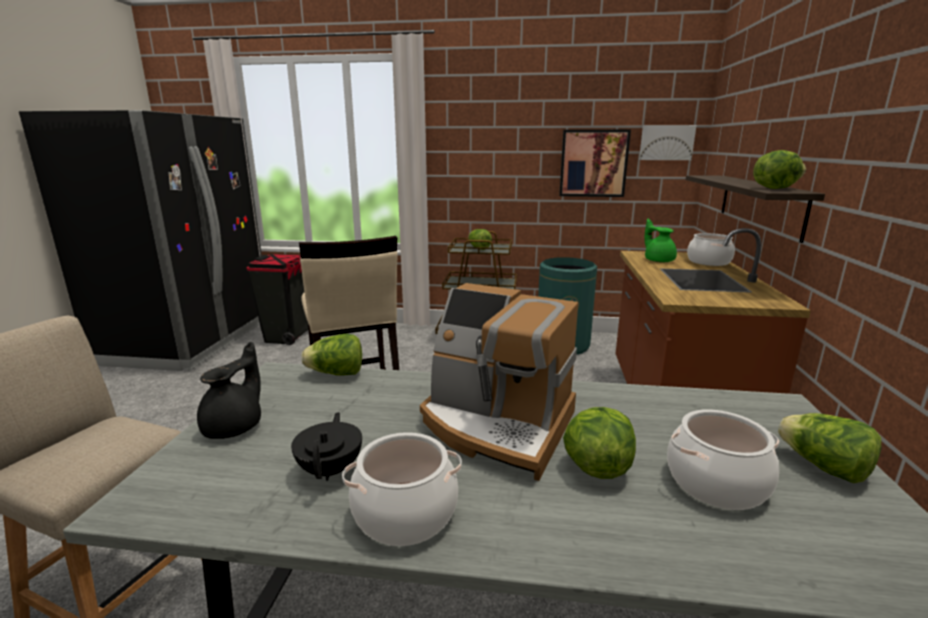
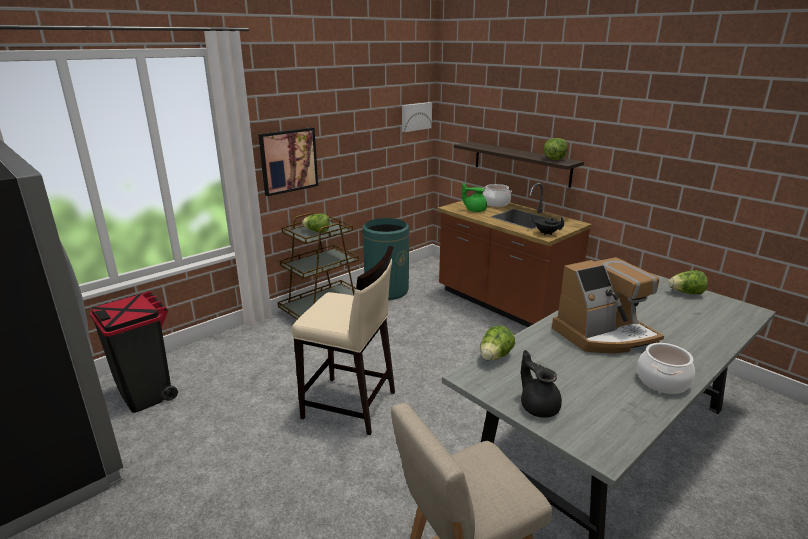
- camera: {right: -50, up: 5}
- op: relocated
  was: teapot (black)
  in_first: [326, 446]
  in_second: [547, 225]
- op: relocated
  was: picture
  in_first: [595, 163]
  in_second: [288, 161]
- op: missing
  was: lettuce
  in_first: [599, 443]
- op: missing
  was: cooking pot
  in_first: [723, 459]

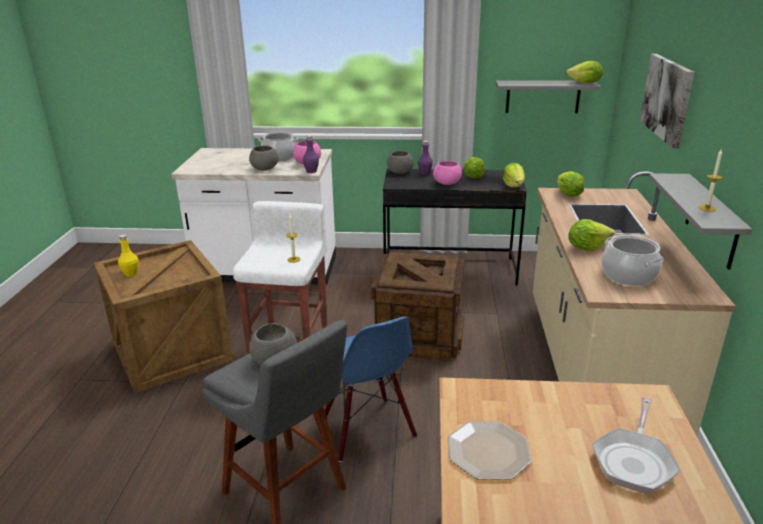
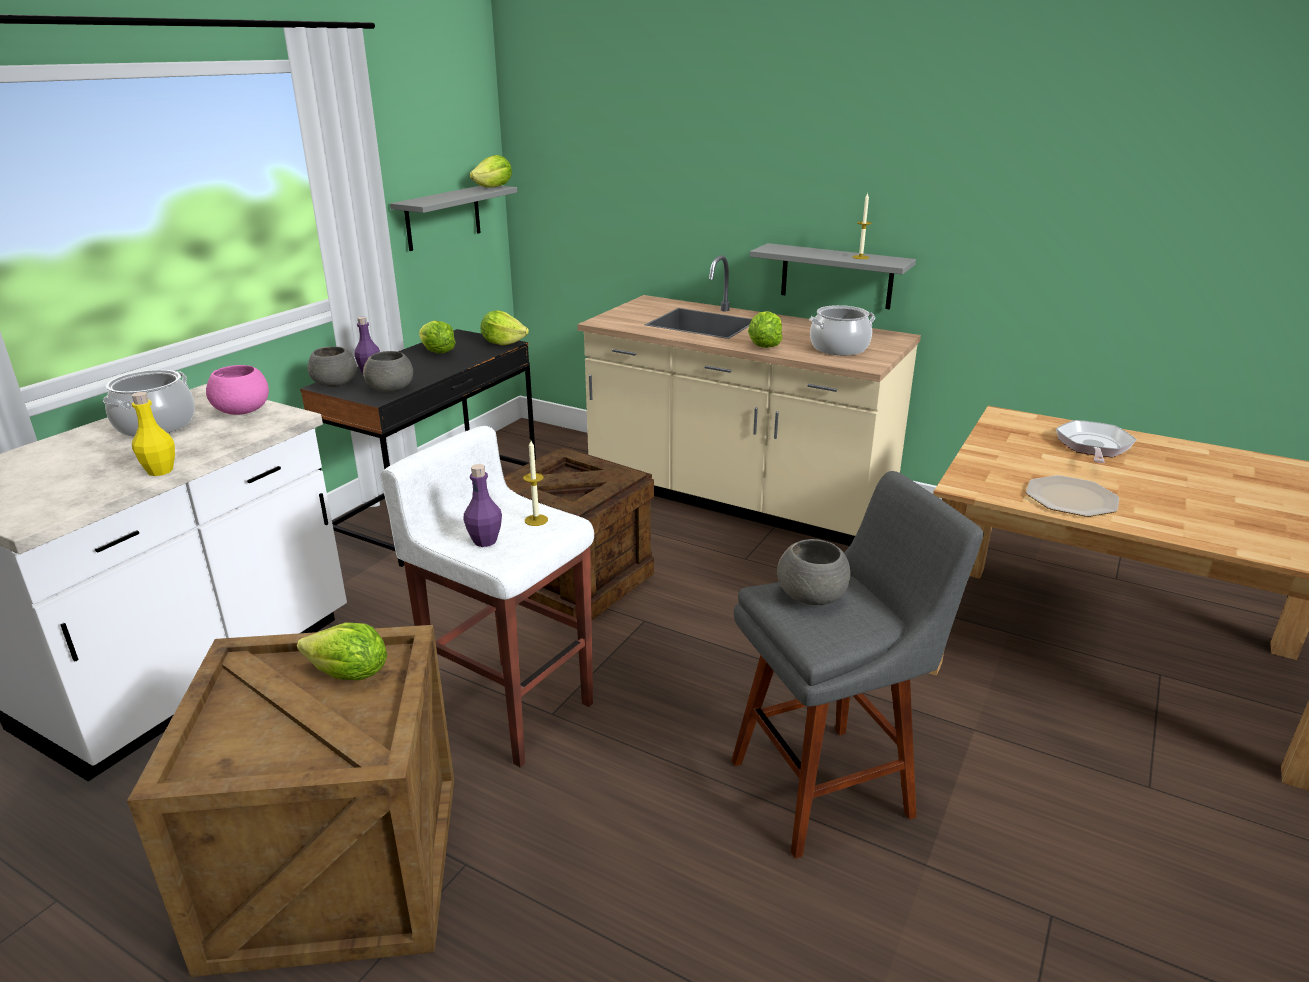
- camera: {right: -65, up: 0}
- op: relocated
  was: bottle (yellow)
  in_first: [128, 256]
  in_second: [153, 434]
- op: relocated
  was: bowl (grey)
  in_first: [263, 158]
  in_second: [388, 371]
- op: relocated
  was: bottle (purple)
  in_first: [311, 154]
  in_second: [482, 505]
- op: missing
  was: chair (blue)
  in_first: [371, 389]
- op: missing
  was: bowl (pink)
  in_first: [447, 173]
- op: relocated
  was: lettuce
  in_first: [571, 184]
  in_second: [342, 651]
- op: spun
  was: frying pan
  in_first: [636, 445]
  in_second: [1096, 441]
  clockwise: -120
- op: missing
  was: picture
  in_first: [667, 101]

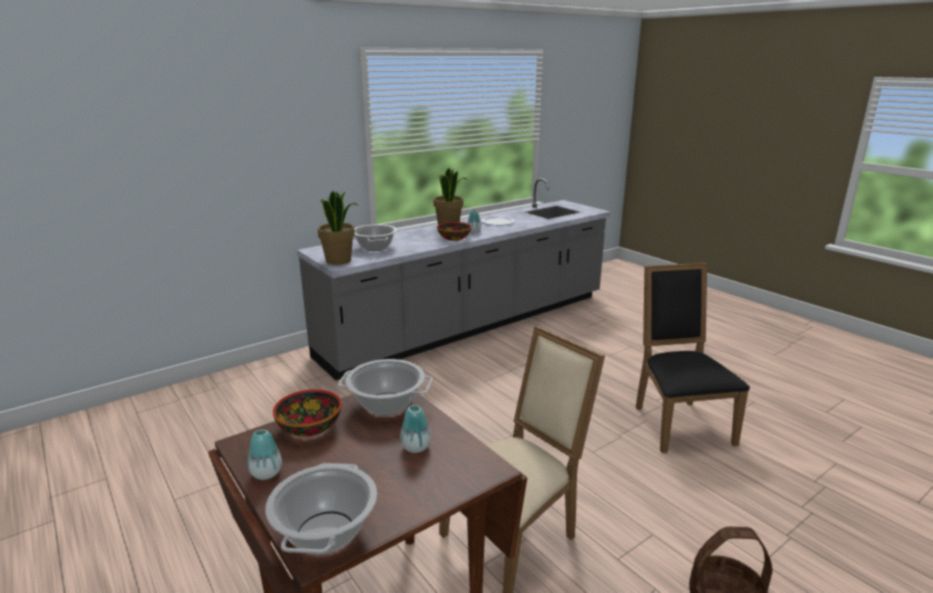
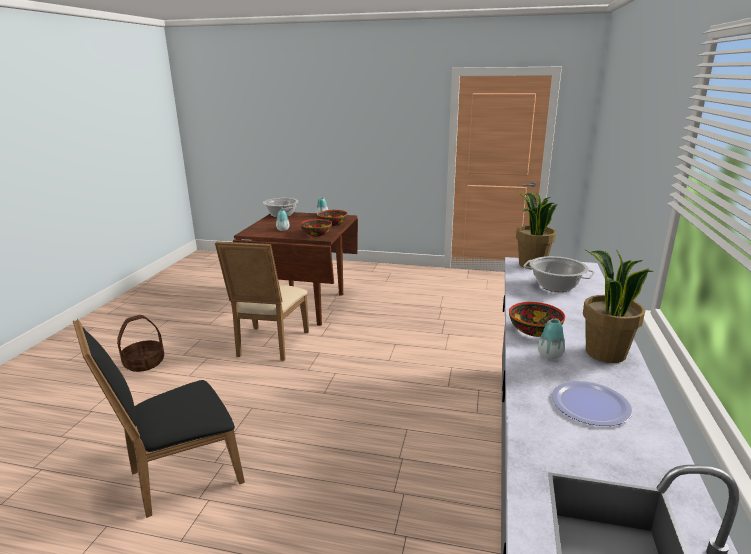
- camera: {right: 140, up: 0}
- op: exchanged
  was: cooking pot
  now: bowl
  in_first: [385, 387]
  in_second: [316, 227]
- op: spun
  was: chair (black)
  in_first: [693, 358]
  in_second: [159, 418]
  clockwise: 105

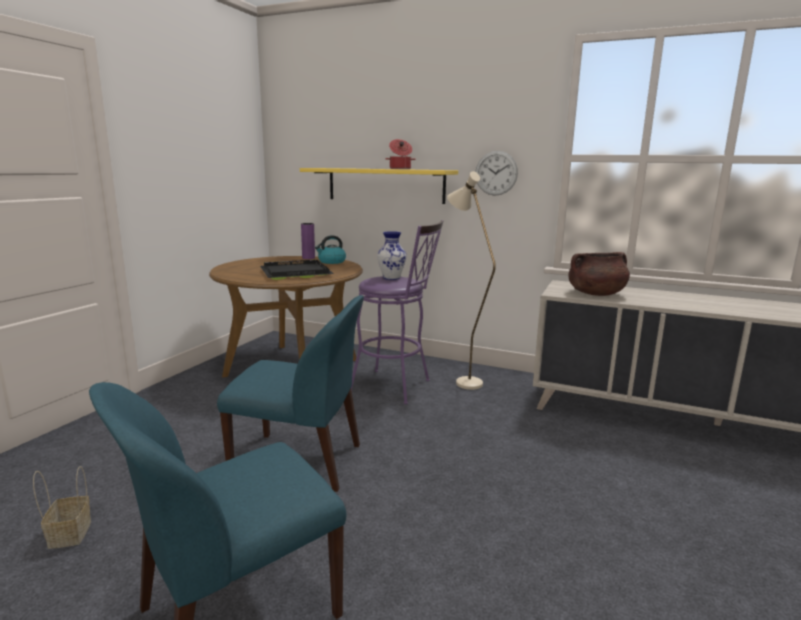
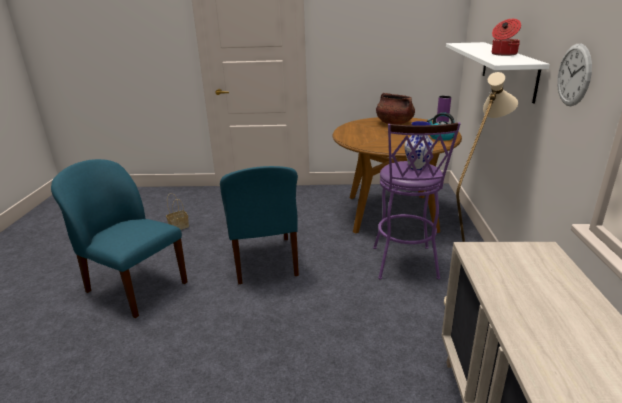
- camera: {right: 70, up: 10}
- op: missing
  was: tray (black)
  in_first: [297, 270]
- op: colour
  was: shelf (yellow)
  now: shelf (white)
  in_first: [379, 186]
  in_second: [498, 73]
- op: relocated
  was: cooking pot (brown)
  in_first: [599, 274]
  in_second: [395, 109]

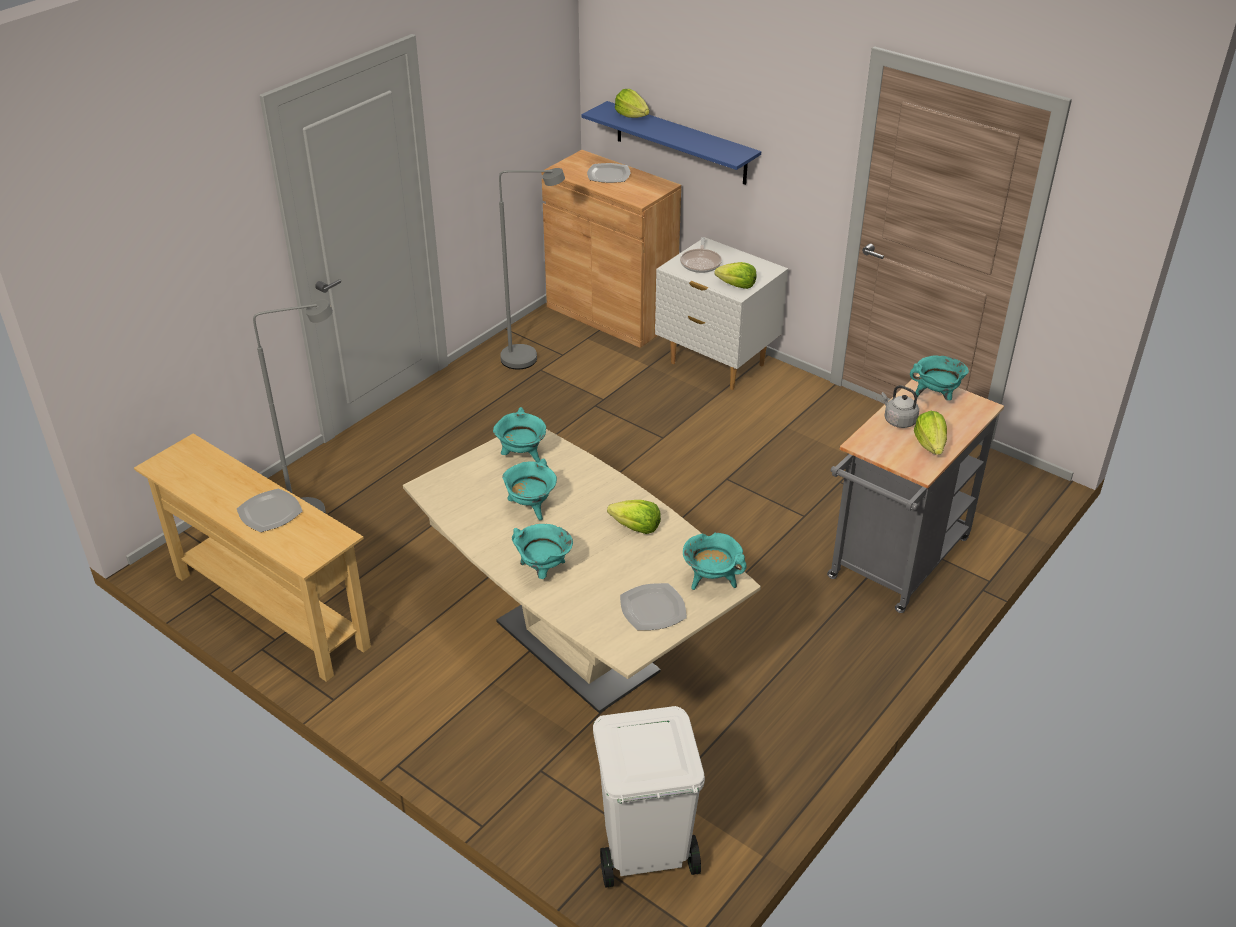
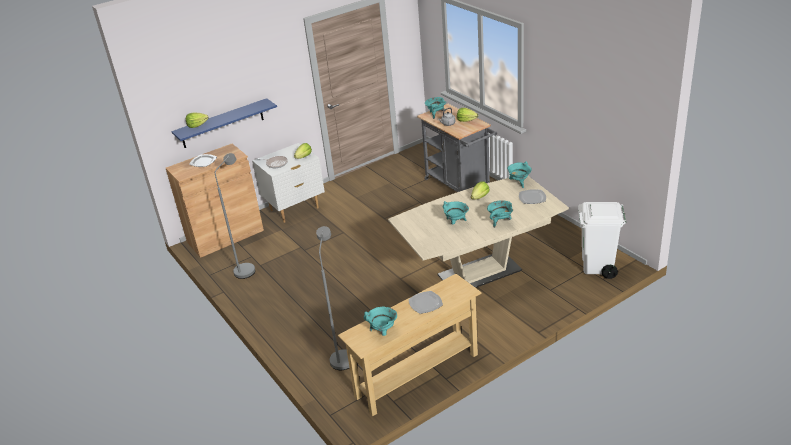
- camera: {right: -70, up: -5}
- op: relocated
  was: cooking pot (turquoise)
  in_first: [519, 434]
  in_second: [380, 321]

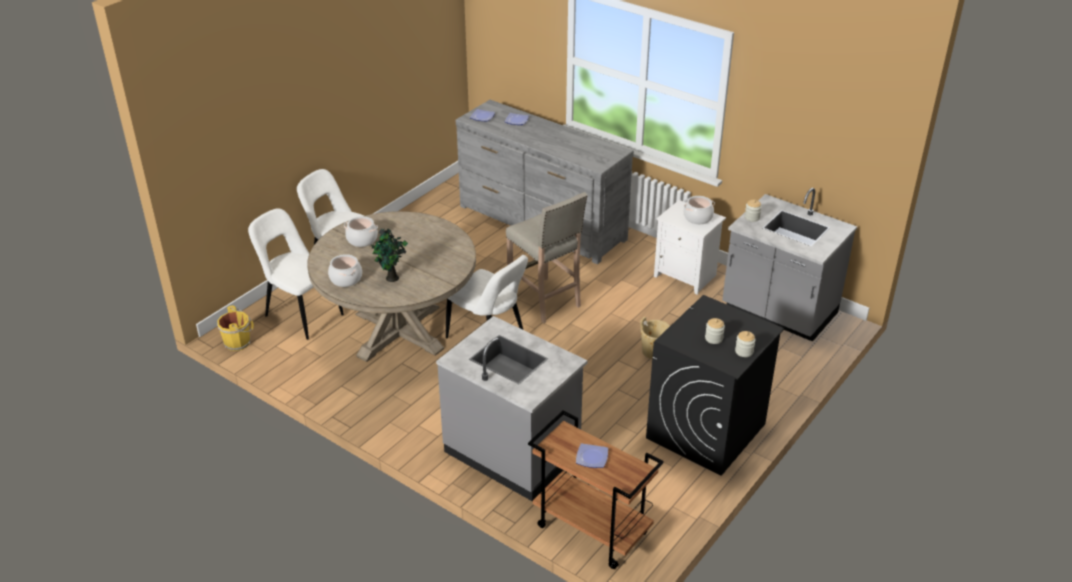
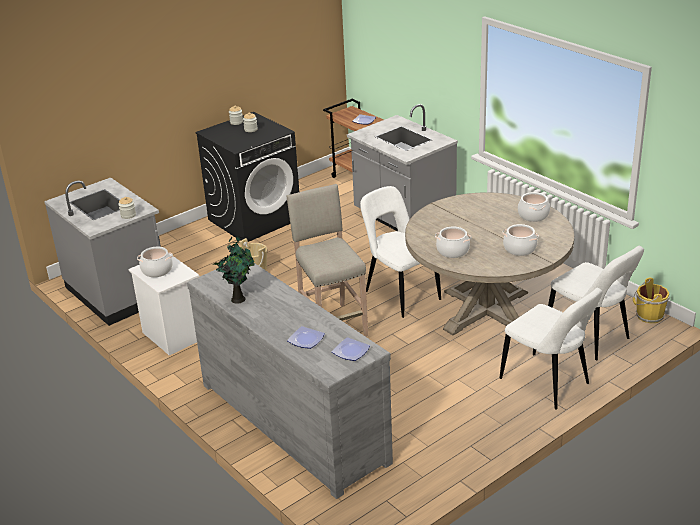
- camera: {right: -165, up: -5}
- op: relocated
  was: potted plant
  in_first: [389, 255]
  in_second: [234, 269]
- op: appeared
  now: cooking pot
  in_second: [453, 242]

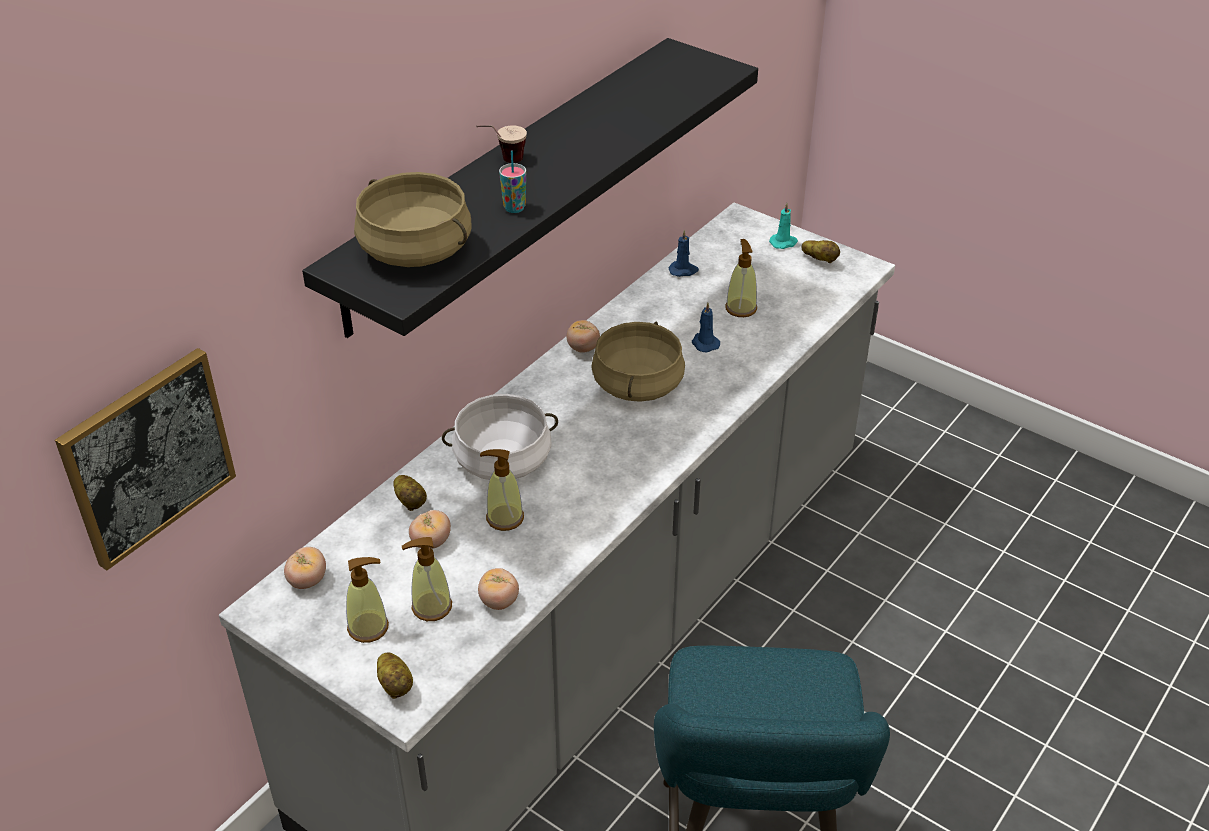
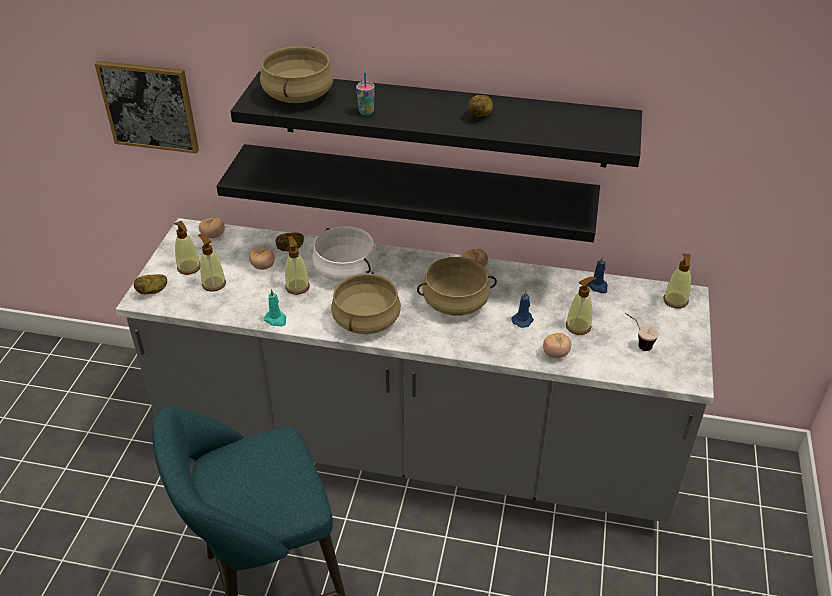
- camera: {right: 65, up: 0}
- op: relocated
  was: cup
  in_first: [501, 144]
  in_second: [642, 332]
- op: relocated
  was: tomato
  in_first: [498, 589]
  in_second: [557, 345]
- op: relocated
  was: candle (turquoise)
  in_first: [783, 226]
  in_second: [275, 307]
- op: relocated
  was: potato
  in_first: [820, 251]
  in_second: [480, 106]
- op: appeared
  now: shelf (black)
  in_second: [408, 193]
- op: appeared
  now: cooking pot (beige)
  in_second: [366, 303]
- op: appeared
  now: soap dispenser
  in_second: [677, 280]

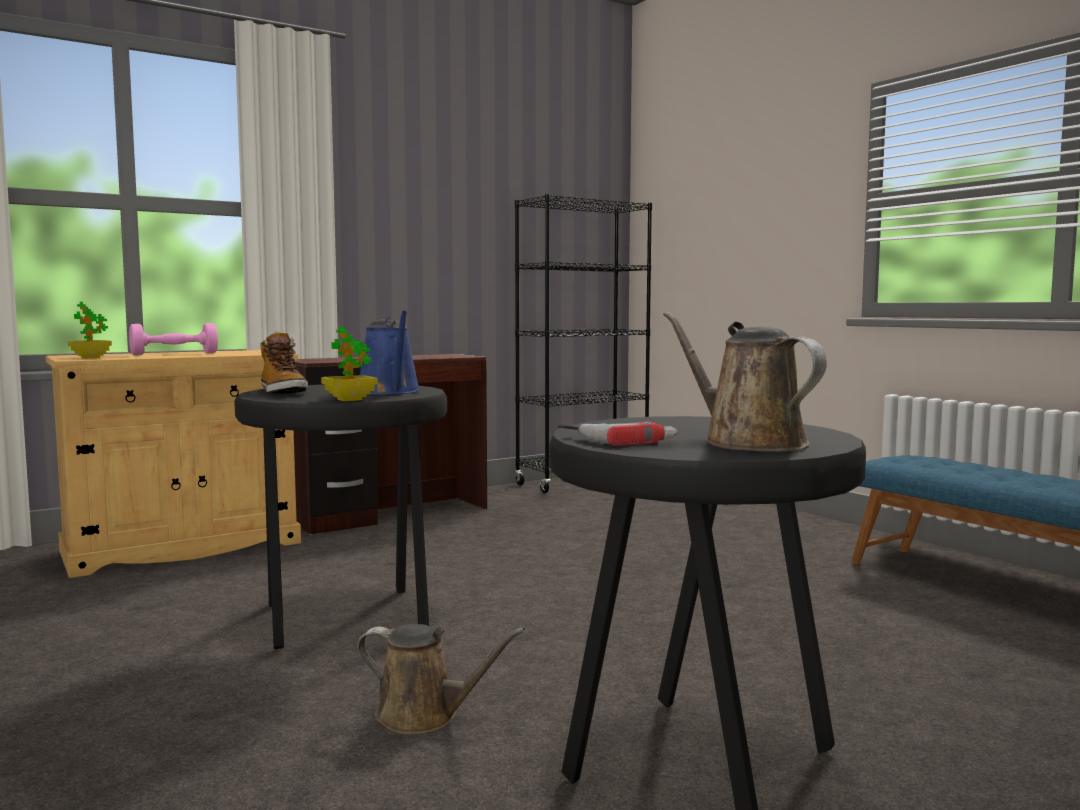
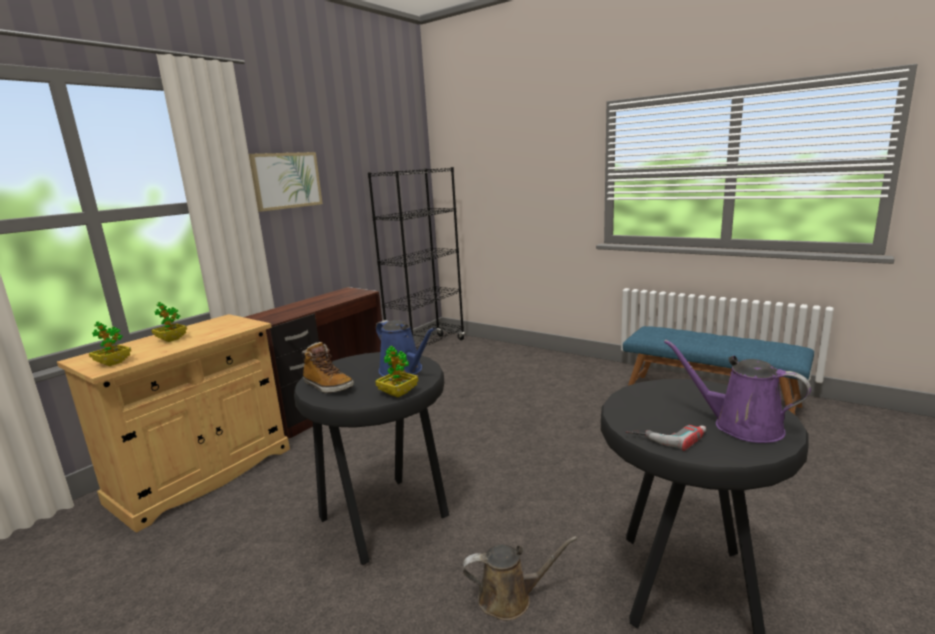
- camera: {right: -20, up: 10}
- op: exchanged
  was: dumbbell (pink)
  now: potted plant
  in_first: [173, 339]
  in_second: [169, 322]
- op: colour
  was: watering can (brown)
  now: watering can (purple)
  in_first: [745, 381]
  in_second: [737, 391]
- op: appeared
  now: picture
  in_second: [286, 182]

